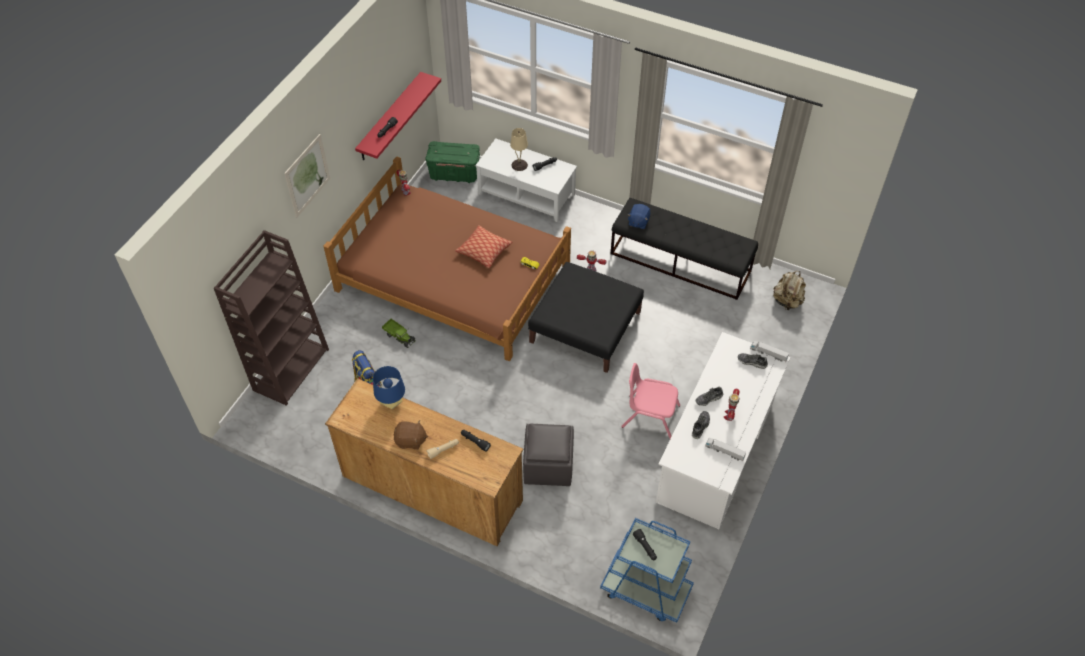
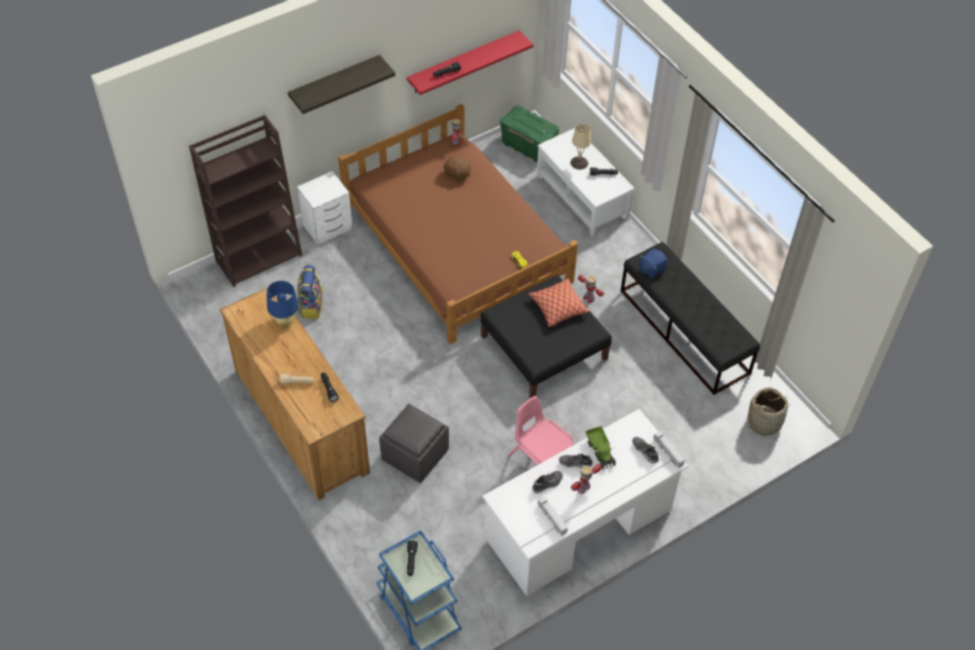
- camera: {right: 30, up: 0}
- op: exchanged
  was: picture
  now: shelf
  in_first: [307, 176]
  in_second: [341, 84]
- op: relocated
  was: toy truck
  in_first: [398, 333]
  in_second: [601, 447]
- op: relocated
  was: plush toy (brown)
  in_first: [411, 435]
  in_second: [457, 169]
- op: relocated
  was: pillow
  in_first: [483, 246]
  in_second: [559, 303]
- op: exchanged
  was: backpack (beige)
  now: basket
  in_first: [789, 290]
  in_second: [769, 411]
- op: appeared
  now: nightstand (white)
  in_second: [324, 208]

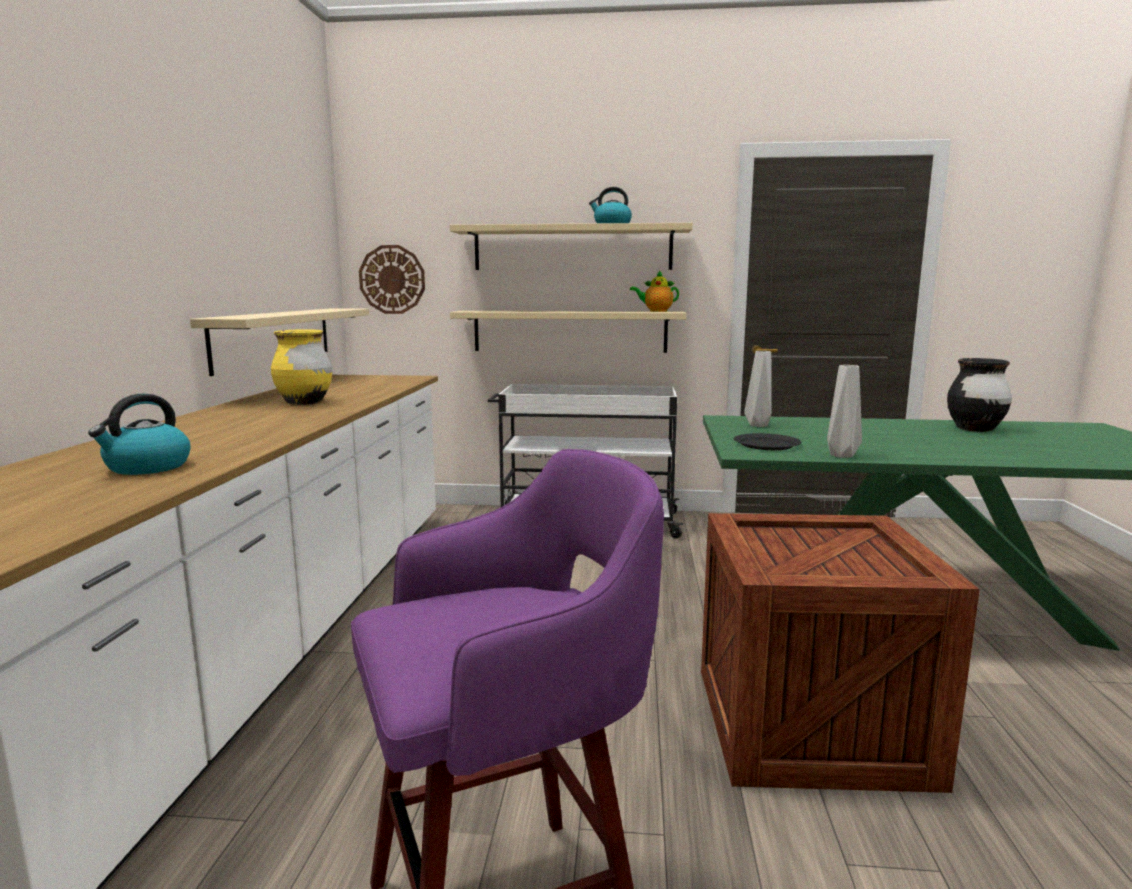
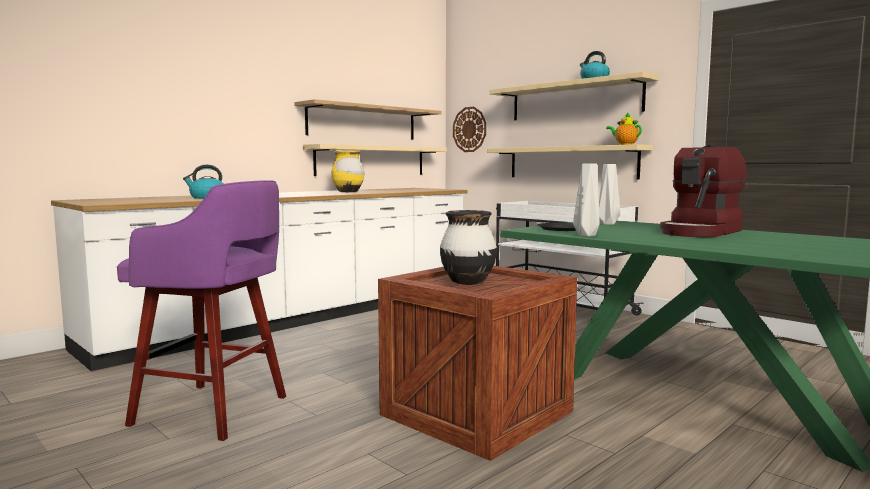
- camera: {right: 40, up: -5}
- op: relocated
  was: vase (black)
  in_first: [979, 395]
  in_second: [468, 247]
- op: appeared
  now: shelf
  in_second: [368, 119]
- op: appeared
  now: coffee machine
  in_second: [703, 191]

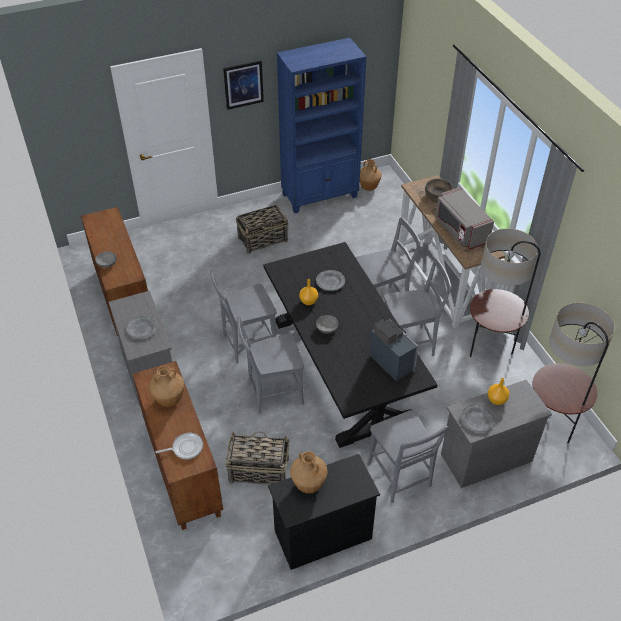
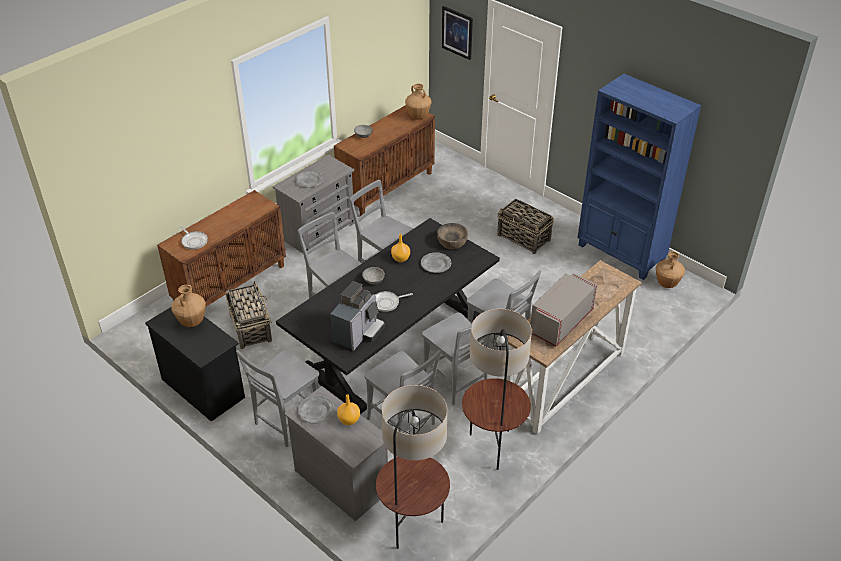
- camera: {right: 65, up: -5}
- op: relocated
  was: vase (brown)
  in_first: [166, 386]
  in_second: [418, 102]
- op: relocated
  was: picture
  in_first: [243, 85]
  in_second: [457, 33]
- op: relocated
  was: bowl (brown)
  in_first: [439, 190]
  in_second: [452, 236]
- op: appeared
  now: chair (grey)
  in_second: [402, 392]
- op: appeared
  now: frying pan
  in_second: [394, 301]

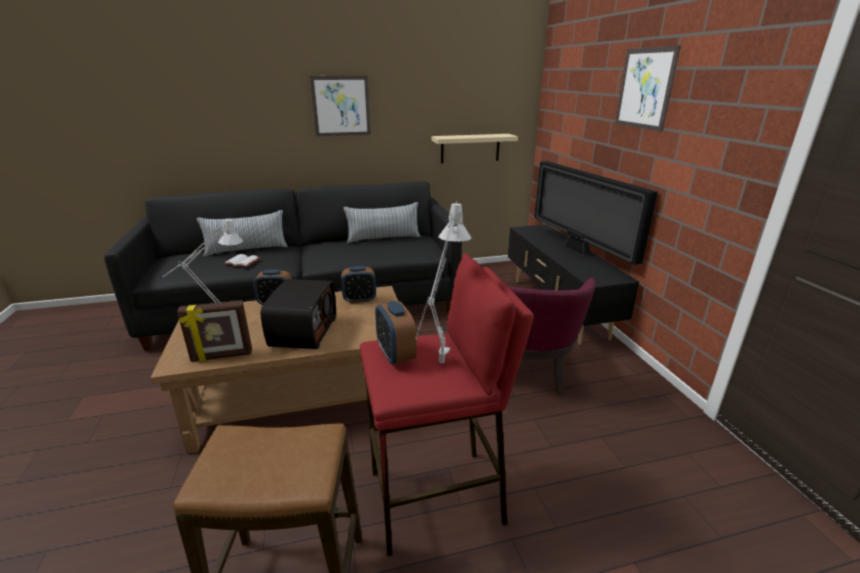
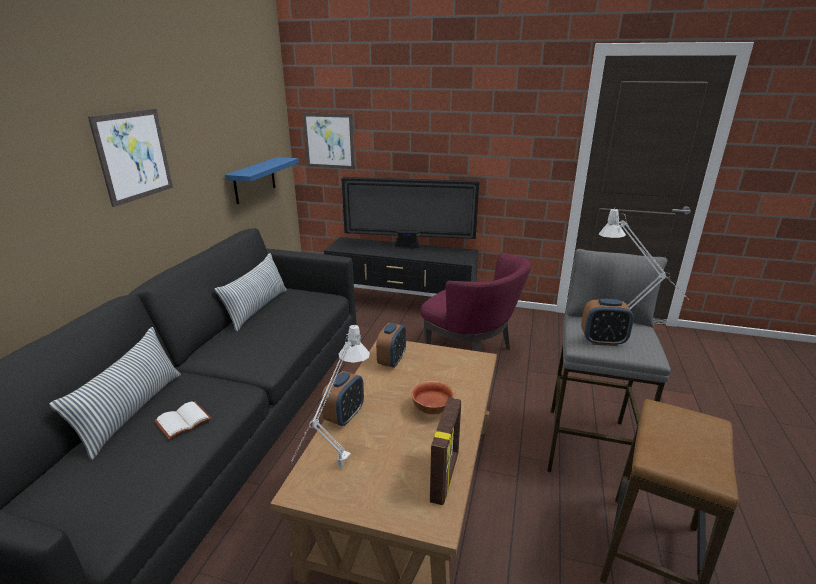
- camera: {right: -60, up: 0}
- op: exchanged
  was: radio
  now: bowl
  in_first: [298, 314]
  in_second: [433, 398]
- op: colour
  was: stool (red)
  now: stool (grey)
  in_first: [447, 405]
  in_second: [609, 360]
- op: colour
  was: shelf (beige)
  now: shelf (blue)
  in_first: [474, 148]
  in_second: [262, 180]
- op: relocated
  was: picture
  in_first: [648, 88]
  in_second: [328, 141]

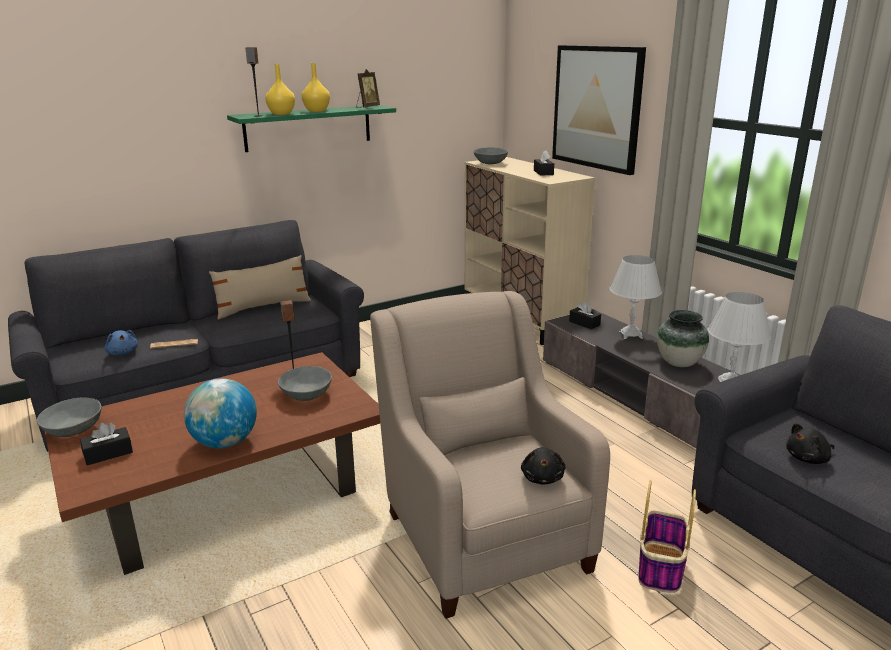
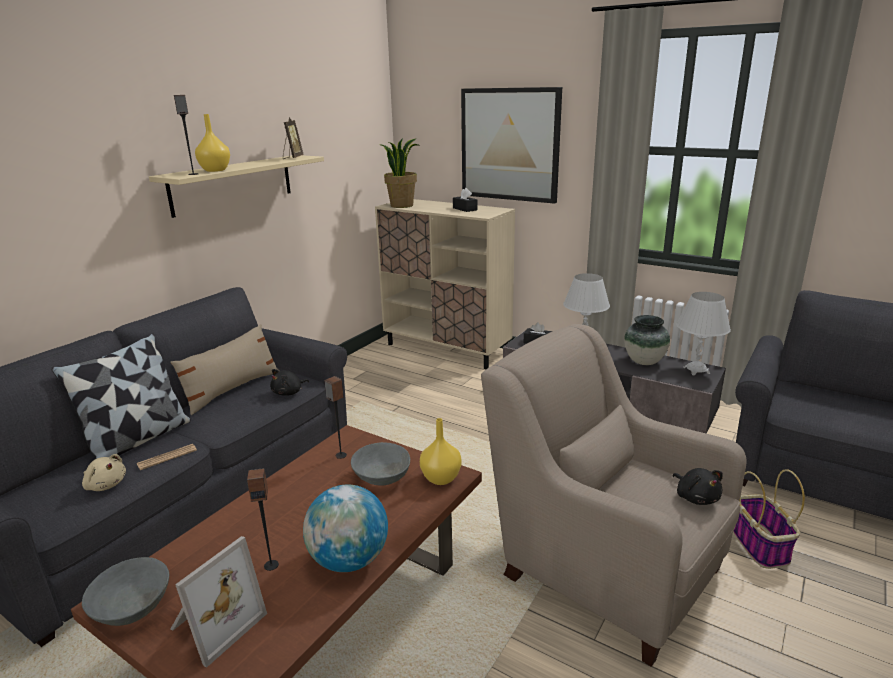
- camera: {right: -25, up: 0}
- op: exchanged
  was: tissue box (black)
  now: picture frame
  in_first: [106, 444]
  in_second: [219, 602]
- op: colour
  was: plush toy (blue)
  now: plush toy (beige)
  in_first: [121, 343]
  in_second: [104, 472]
- op: colour
  was: shelf (green)
  now: shelf (beige)
  in_first: [311, 128]
  in_second: [236, 186]
- op: relocated
  was: vase (yellow)
  in_first: [316, 87]
  in_second: [441, 451]
- op: exchanged
  was: bowl (grey)
  now: potted plant
  in_first: [490, 155]
  in_second: [399, 173]
- op: relocated
  was: plush toy (black)
  in_first: [810, 443]
  in_second: [289, 382]
- op: appeared
  now: pillow
  in_second: [121, 396]
- op: appeared
  now: speaker
  in_second: [263, 519]

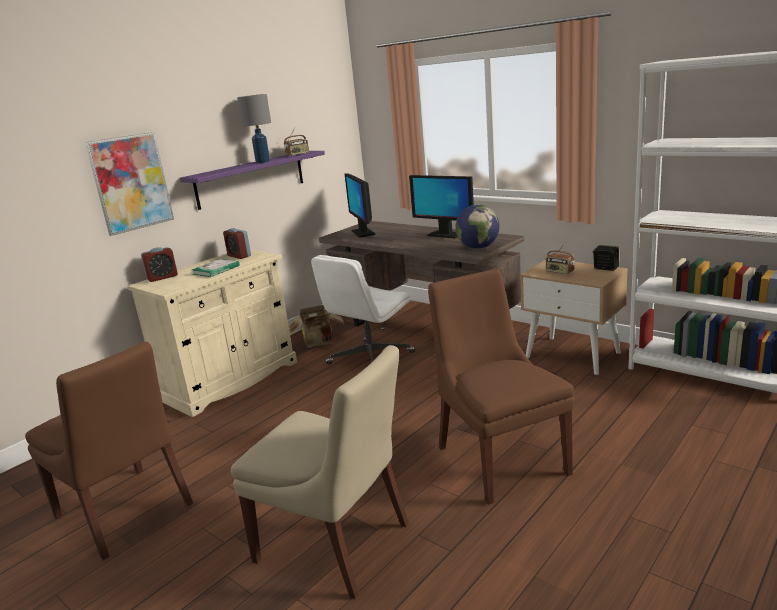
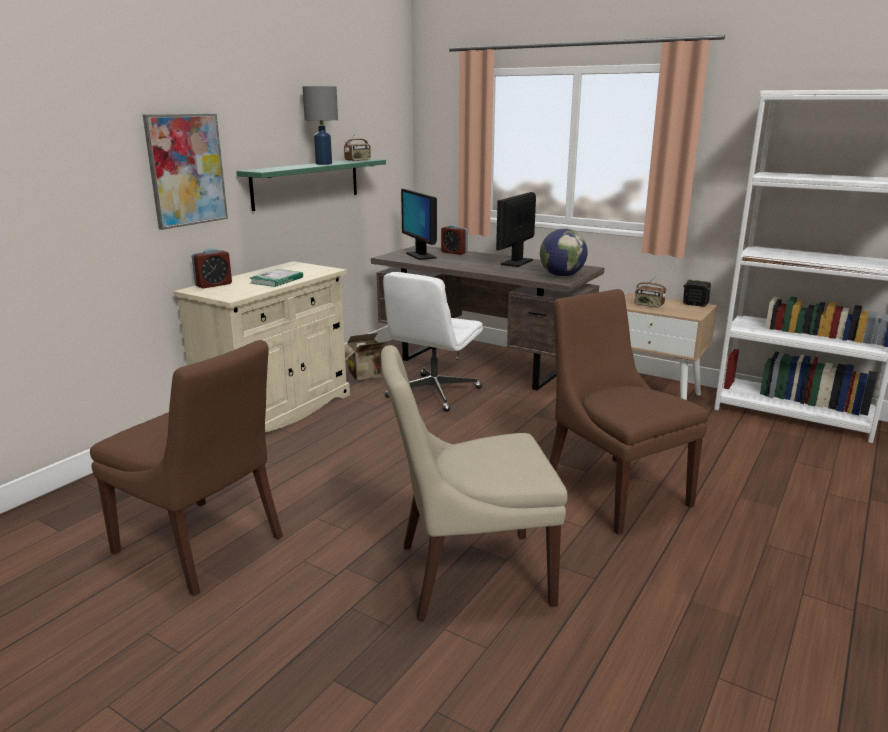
- camera: {right: -10, up: 0}
- op: colour
  was: shelf (purple)
  now: shelf (green)
  in_first: [252, 180]
  in_second: [311, 185]
- op: relocated
  was: alarm clock
  in_first: [237, 243]
  in_second: [454, 240]
- op: spun
  was: chair (beige)
  in_first: [320, 472]
  in_second: [474, 483]
  clockwise: 150
- op: spun
  was: monitor
  in_first: [441, 207]
  in_second: [516, 229]
  clockwise: 90

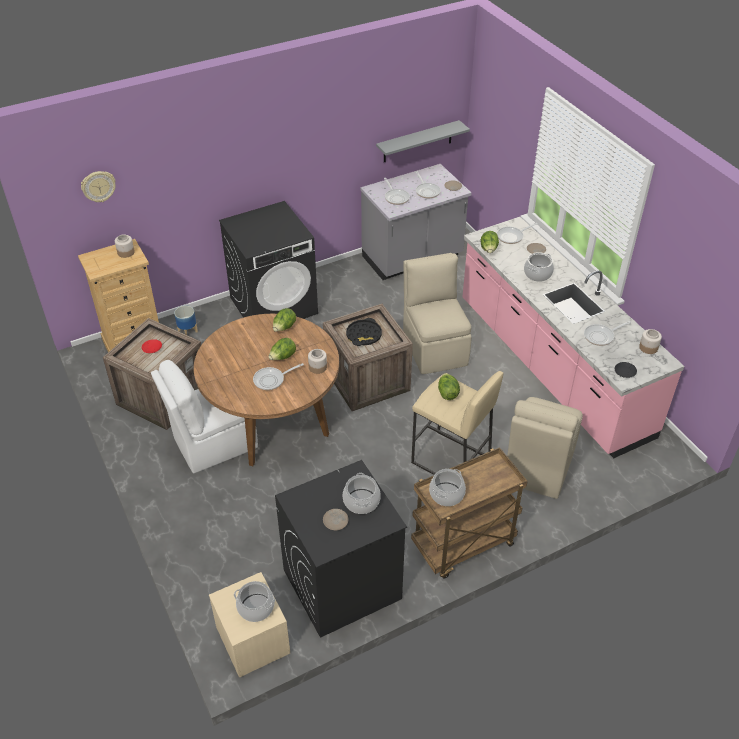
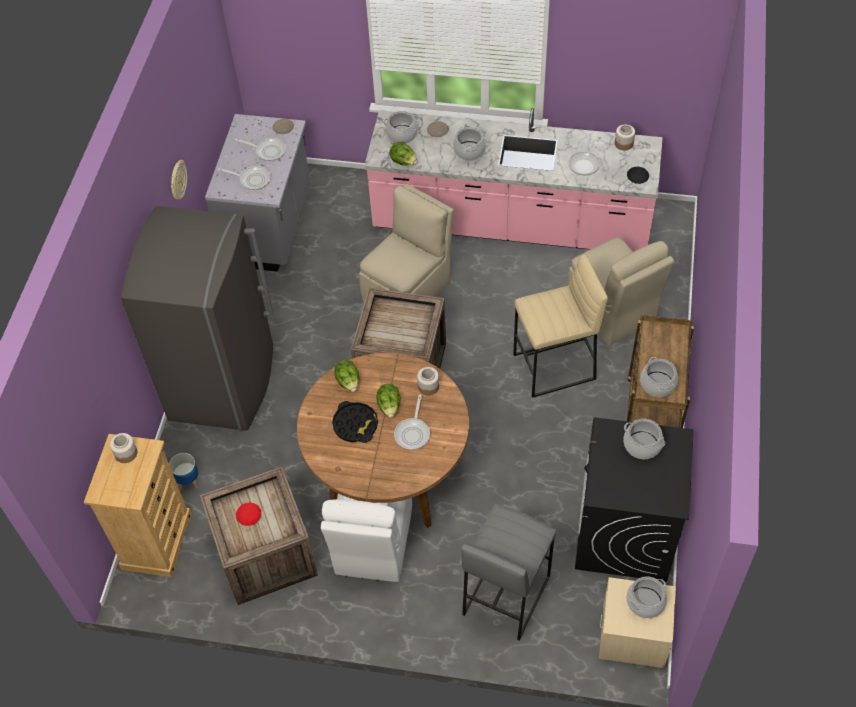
- camera: {right: -50, up: 10}
- op: relocated
  was: wall clock
  in_first: [98, 186]
  in_second: [179, 180]
- op: exchanged
  was: washing machine (black)
  now: fridge (grey)
  in_first: [268, 260]
  in_second: [197, 318]
- op: missing
  was: plate (beige)
  in_first: [335, 519]
- op: relocated
  was: tray (black)
  in_first: [364, 332]
  in_second: [355, 422]
- op: missing
  was: shelf (grey)
  in_first: [423, 141]
- op: spun
  was: chair (beige)
  in_first: [437, 313]
  in_second: [406, 243]
  clockwise: 105
- op: missing
  was: lettuce
  in_first: [449, 386]
- op: exchanged
  was: frying pan
  now: cooking pot
  in_first: [517, 233]
  in_second: [401, 127]
- op: appeared
  now: stool (grey)
  in_second: [508, 572]

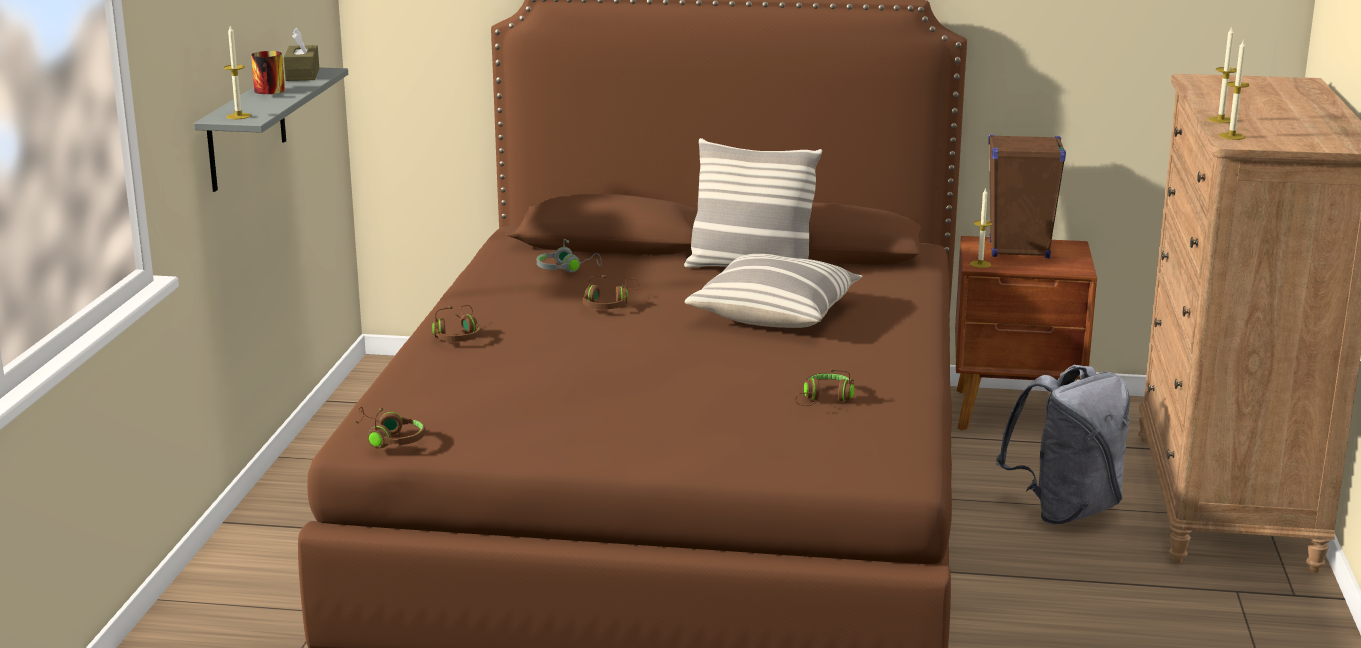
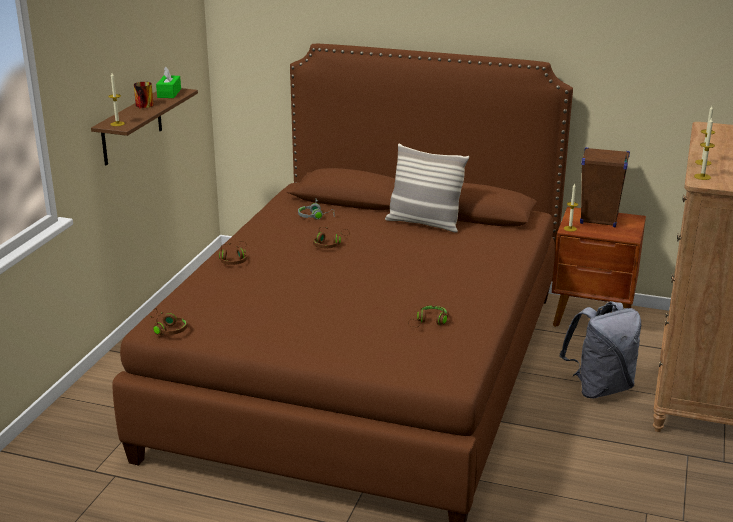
- camera: {right: 10, up: 5}
- op: colour
  was: shelf (grey)
  now: shelf (brown)
  in_first: [271, 129]
  in_second: [144, 126]
- op: colour
  was: tissue box (brown)
  now: tissue box (green)
  in_first: [301, 54]
  in_second: [168, 82]
- op: missing
  was: pillow
  in_first: [773, 291]

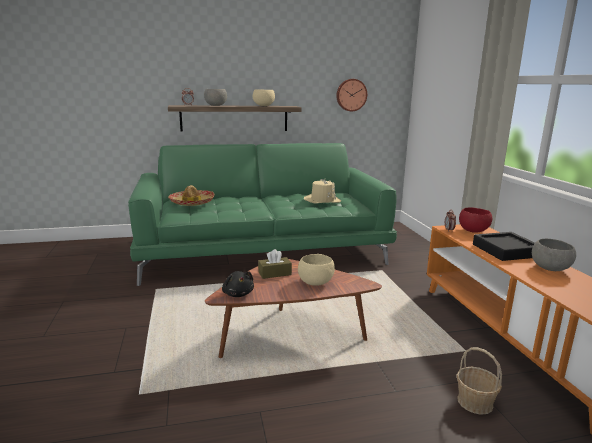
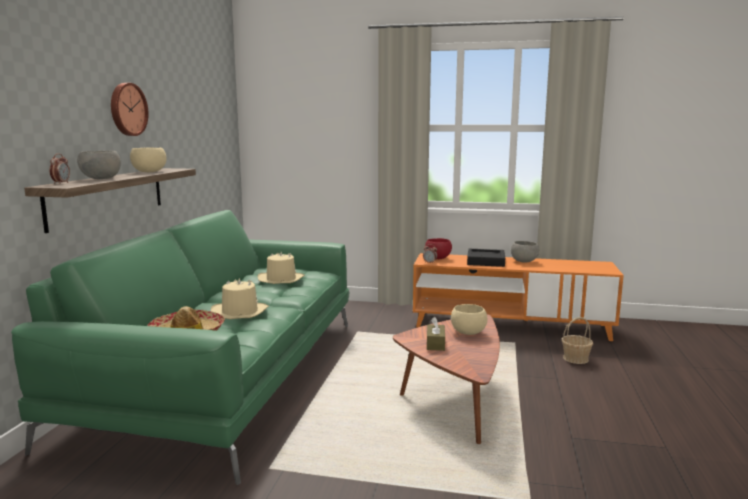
- camera: {right: -65, up: -5}
- op: missing
  was: plush toy (black)
  in_first: [238, 284]
- op: relocated
  was: wall clock
  in_first: [351, 95]
  in_second: [130, 109]
- op: appeared
  now: hat (beige)
  in_second: [240, 298]

